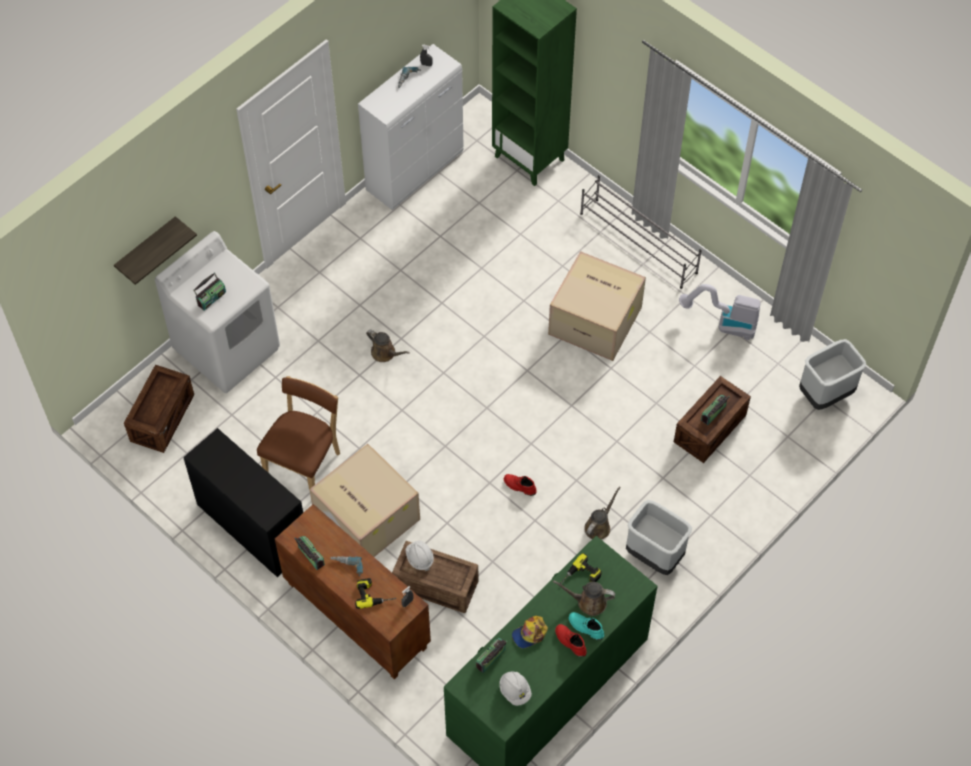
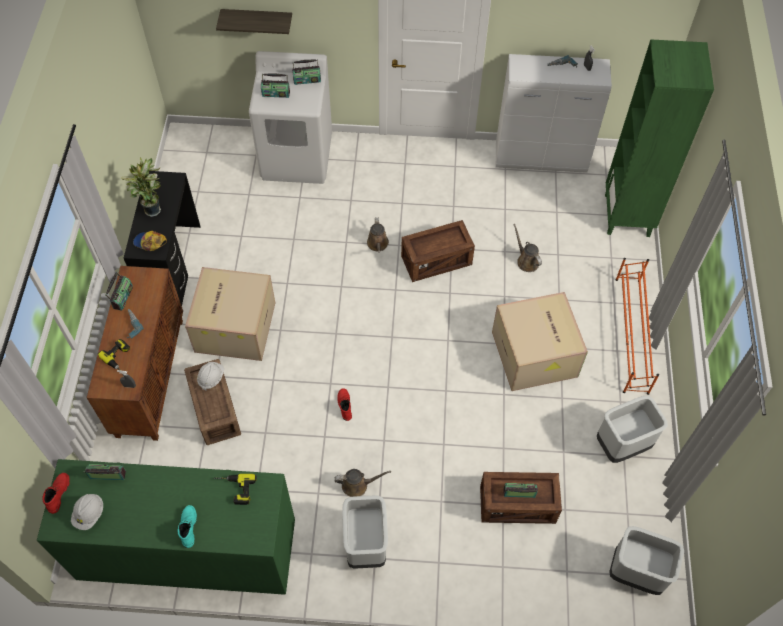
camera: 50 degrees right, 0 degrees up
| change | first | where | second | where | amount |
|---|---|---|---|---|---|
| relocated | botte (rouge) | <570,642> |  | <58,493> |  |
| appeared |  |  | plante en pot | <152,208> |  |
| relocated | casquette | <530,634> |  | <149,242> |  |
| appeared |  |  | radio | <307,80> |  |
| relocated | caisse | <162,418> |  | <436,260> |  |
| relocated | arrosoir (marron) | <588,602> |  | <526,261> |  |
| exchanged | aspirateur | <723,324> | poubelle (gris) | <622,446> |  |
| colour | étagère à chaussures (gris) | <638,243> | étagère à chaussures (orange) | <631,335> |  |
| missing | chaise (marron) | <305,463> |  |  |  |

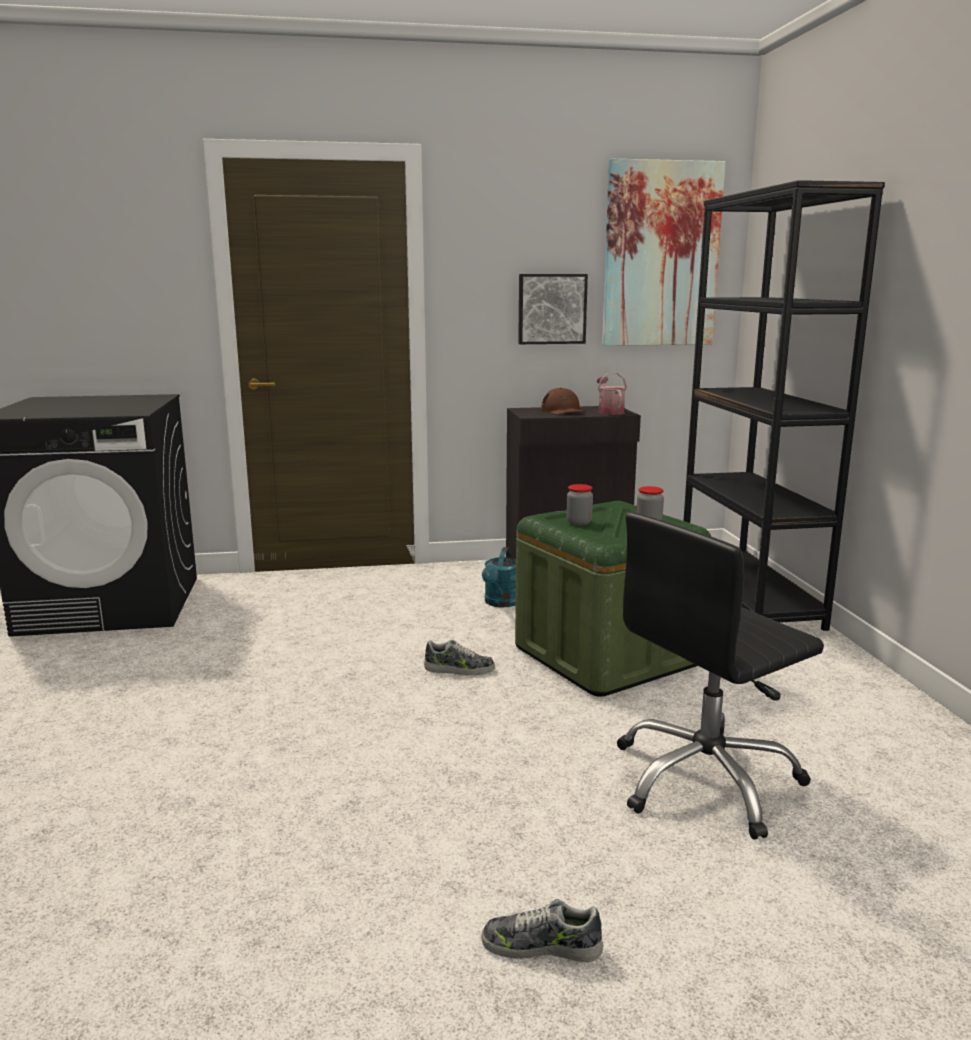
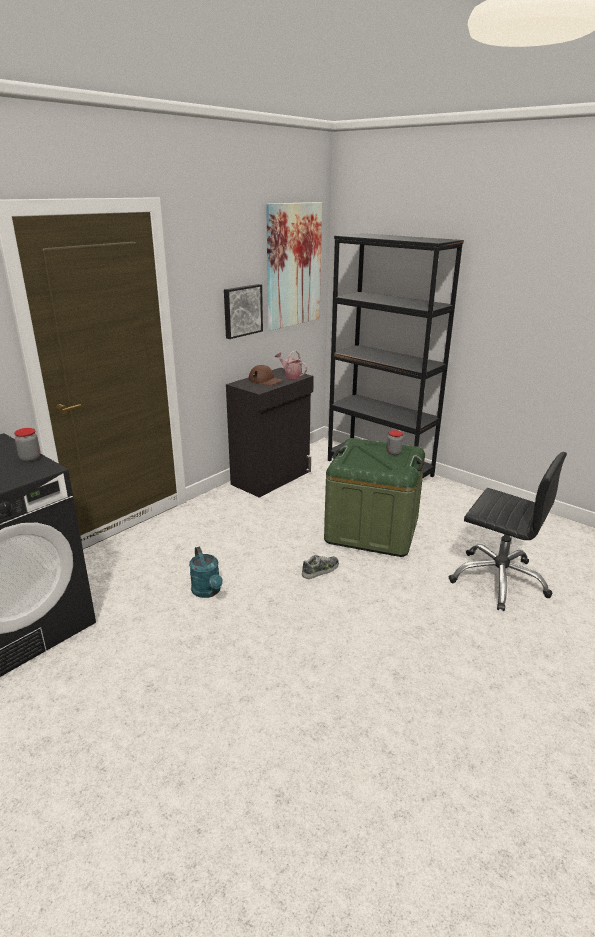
camera: 40 degrees left, 10 degrees up
| change | first | where | second | where | amount |
|---|---|---|---|---|---|
| relocated | bocal | <579,522> |  | <30,458> |  |
| relocated | arrosoir (turquoise) | <501,603> |  | <208,592> |  |
| spun | chaise de bureau (noir) | <706,780> |  | <498,580> | 75 degrees counterclockwise |
| missing | chaussure | <541,946> |  |  |  |

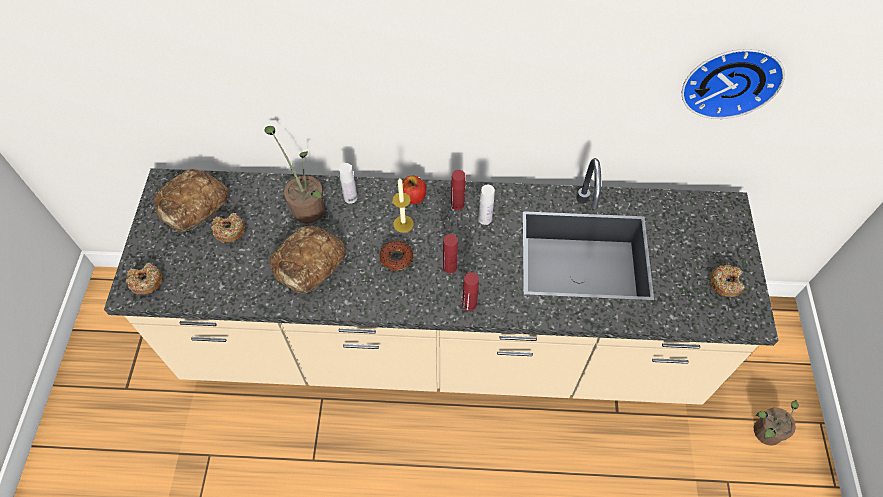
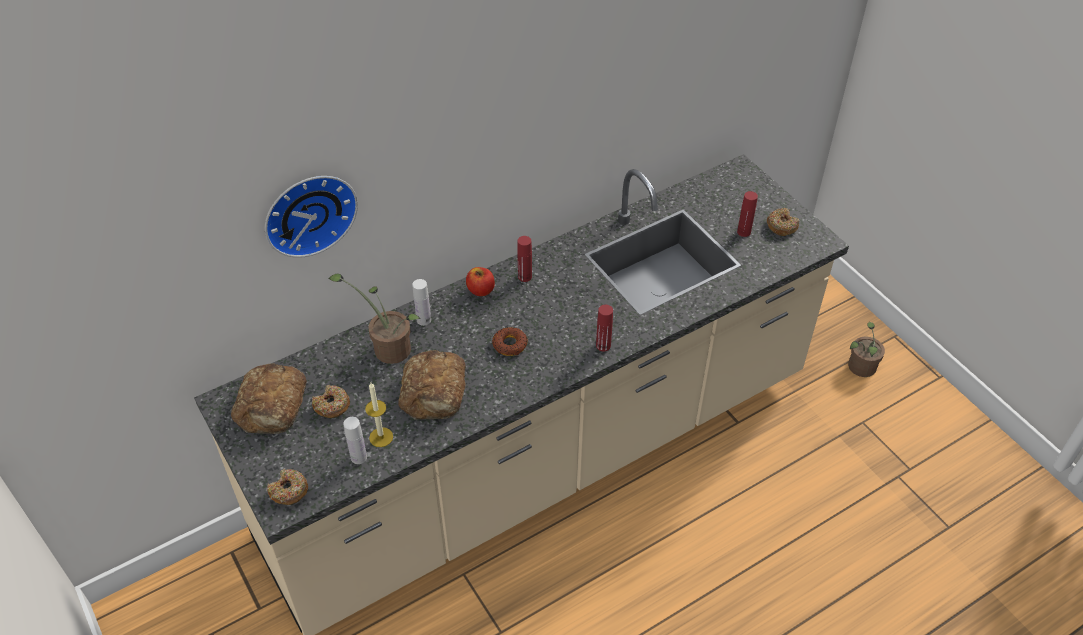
camera: 35 degrees left, 10 degrees down
| change | first | where | second | where | amount |
|---|---|---|---|---|---|
| relocated | horloge murale | <730,79> |  | <308,212> |  |
| relocated | bouteille (blanc) | <485,219> |  | <359,457> |  |
| relocated | bougie | <403,224> |  | <381,437> |  |
| relocated | bouteille (rouge) | <450,267> |  | <744,232> |  |

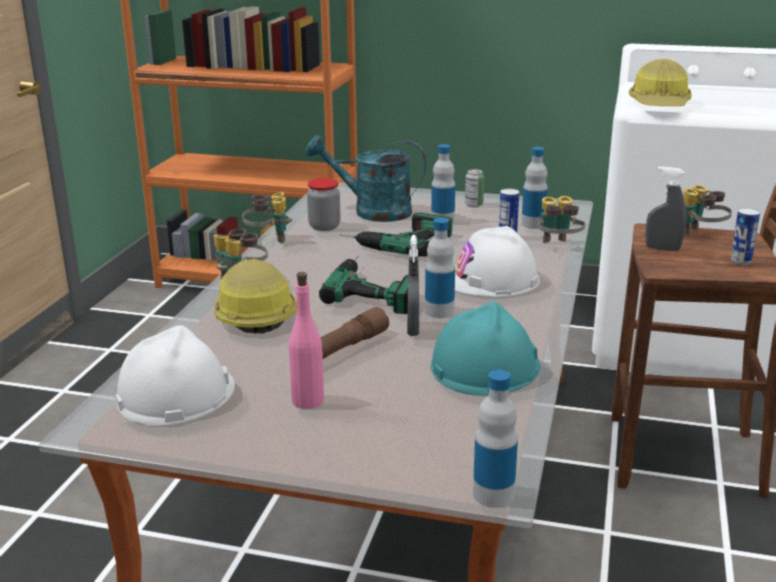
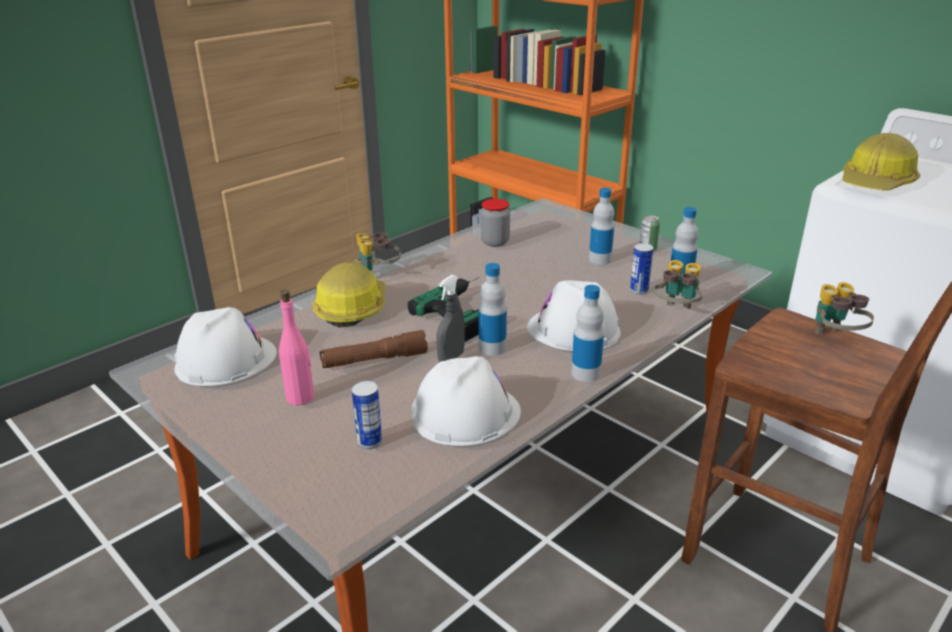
camera: 30 degrees right, 5 degrees up
| change | first | where | second | where | amount |
|---|---|---|---|---|---|
| relocated | boîte métallique | <740,261> |  | <369,442> |  |
| colour | casque de chantier (turquoise) | <484,366> | casque de chantier (blanc) | <465,413> |  |
| relocated | bouteille | <493,494> |  | <585,373> |  |
| missing | jumelles | <268,239> |  |  |  |
| missing | arrosoir (turquoise) | <372,212> |  |  |  |
| missing | perceuse | <395,241> |  |  |  |
| missing | vaporisateur (gris) | <662,249> |  |  |  |

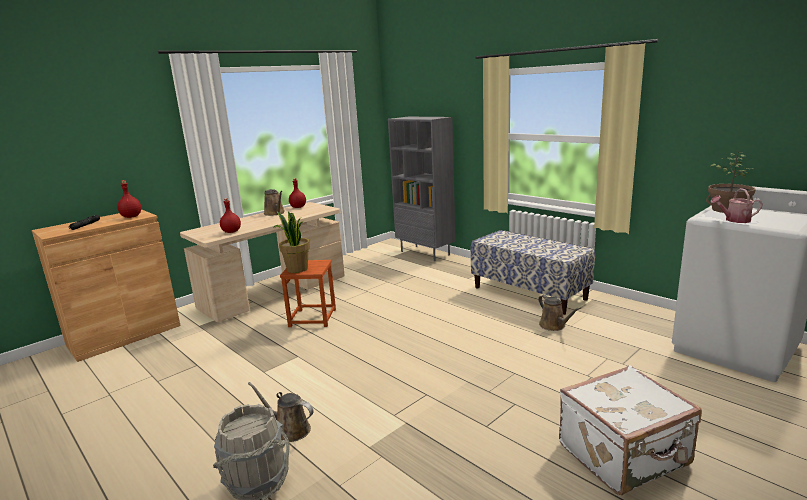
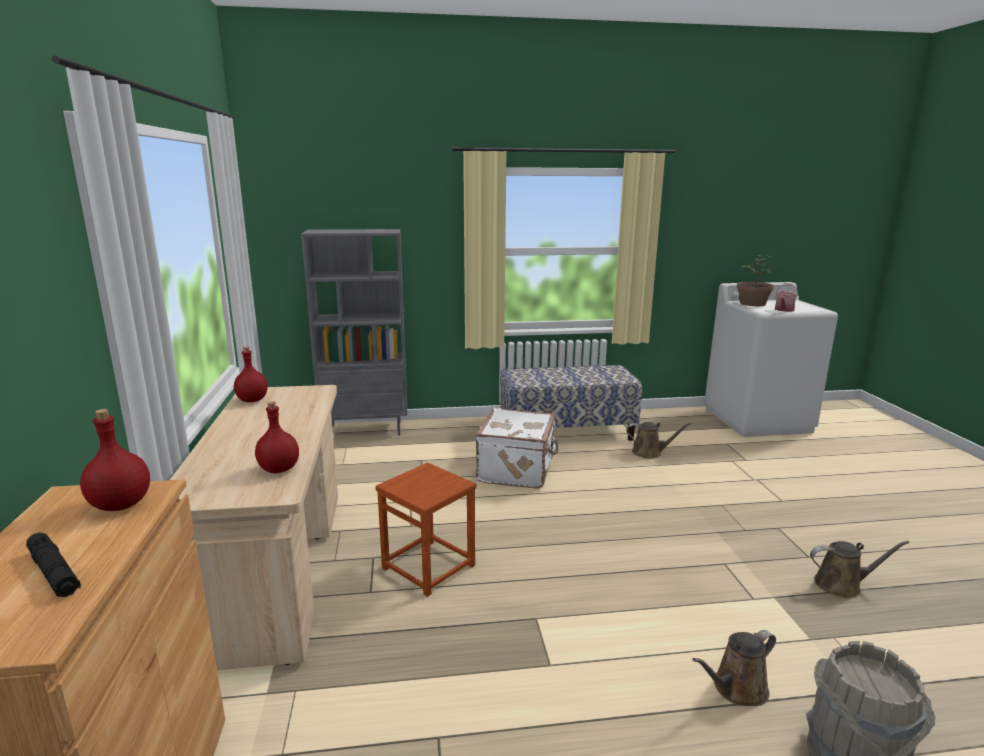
camera: 55 degrees left, 0 degrees up
| change | first | where | second | where | amount |
|---|---|---|---|---|---|
| relocated | valise (blanc) | <625,455> |  | <518,470> |  |
| relocated | arrosoir (marron) | <275,213> |  | <842,585> |  |
| missing | plante en pot | <297,269> |  |  |  |

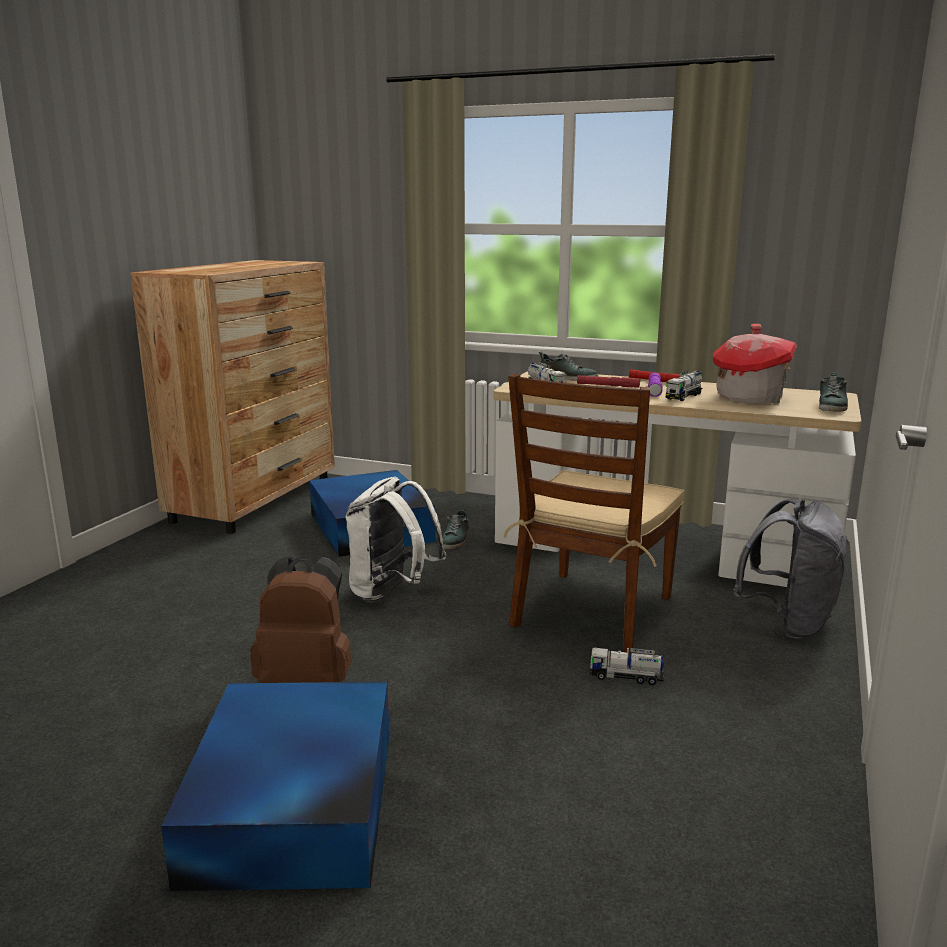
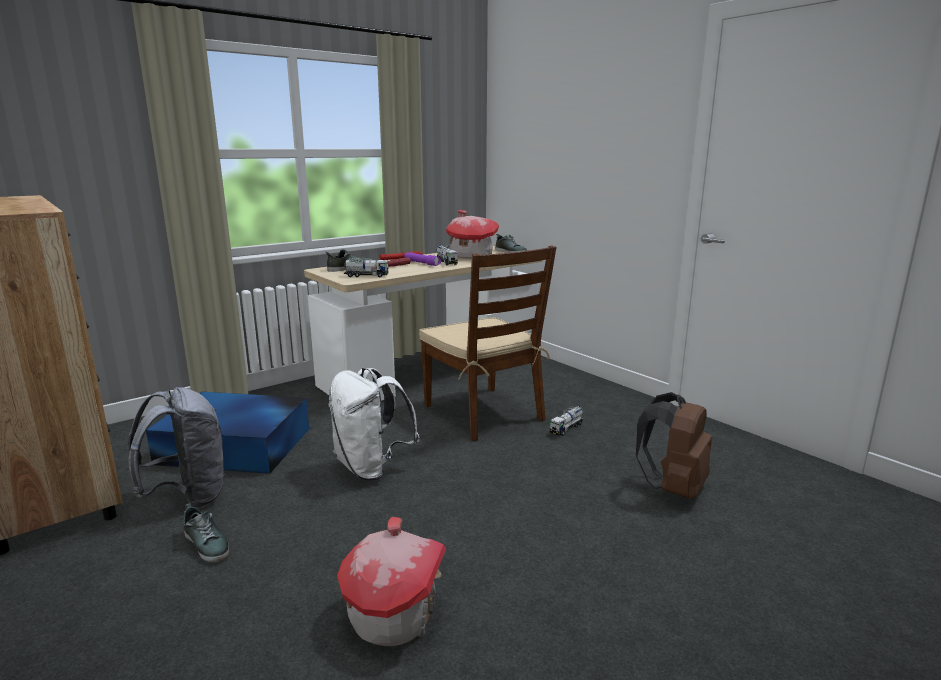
camera: 60 degrees left, 0 degrees up
| change | first | where | second | where | amount |
|---|---|---|---|---|---|
| relocated | sac à dos (gris) | <788,623> |  | <189,496> |  |
| relocated | chaussure | <455,540> |  | <207,544> |  |
| appeared |  |  | maison miniature | <394,615> |  |
| relocated | sac à dos (marron) | <307,681> |  | <673,488> |  |
| missing | boîte de rangement (bleu) | <291,805> |  |  |  |

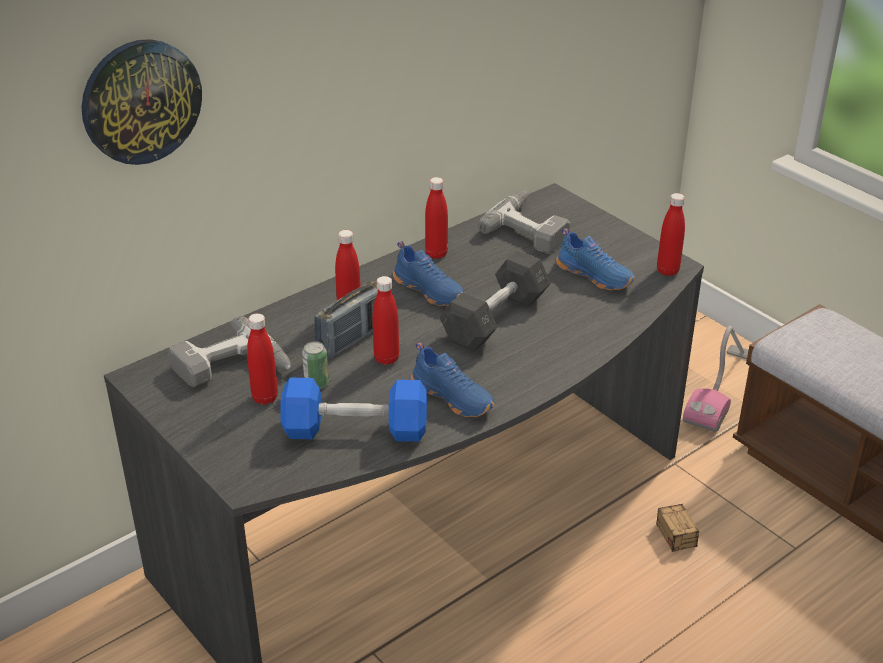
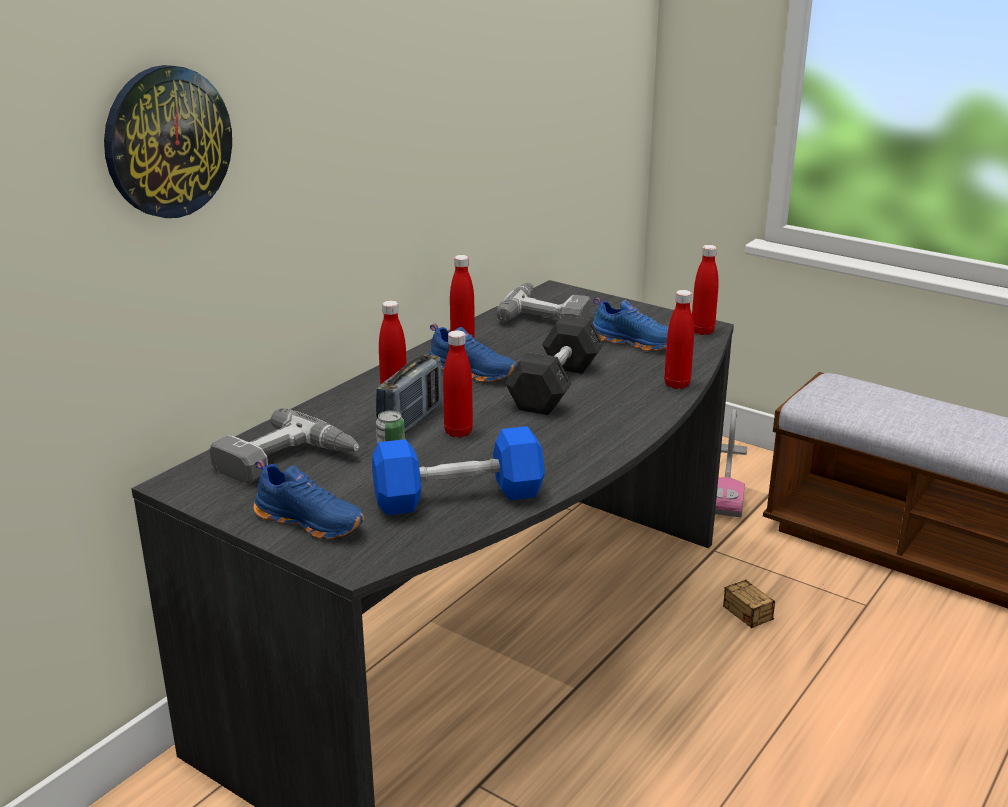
camera: 15 degrees left, 10 degrees down
| change | first | where | second | where | amount |
|---|---|---|---|---|---|
| relocated | chaussure (bleu) | <454,396> |  | <311,521> |  |
| relocated | bouteille (rouge) | <265,398> |  | <677,384> |  |

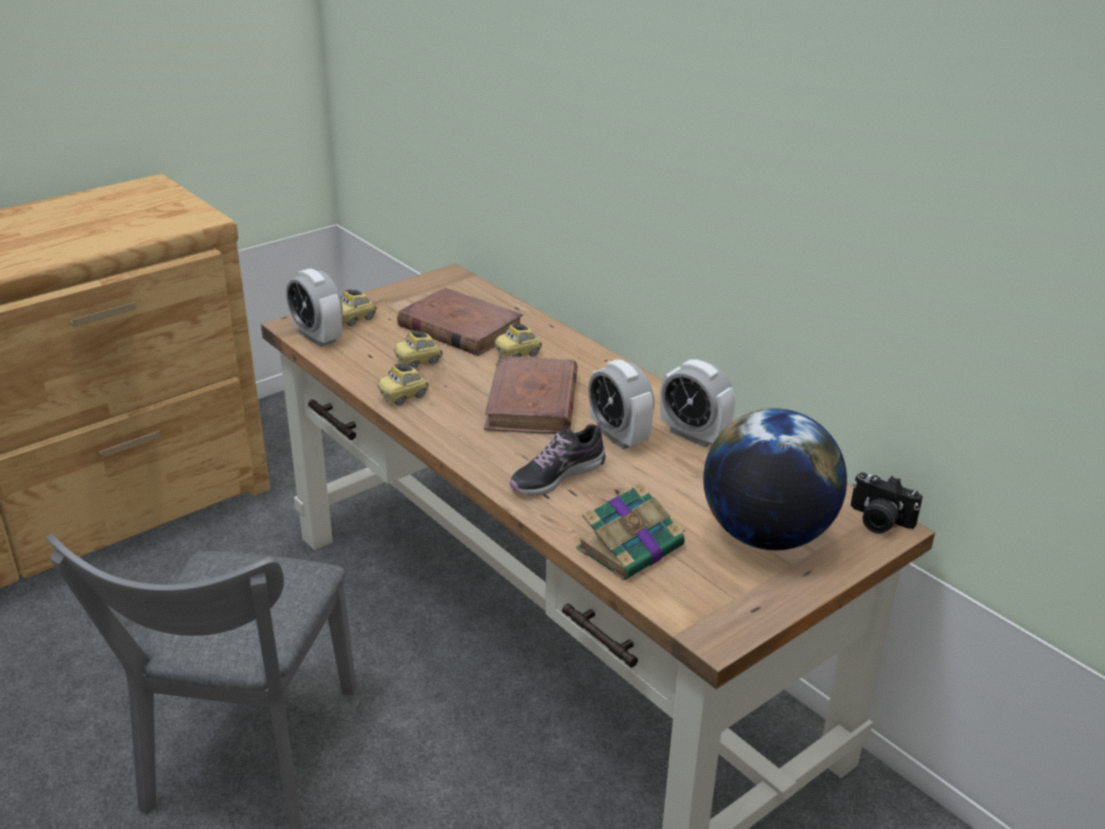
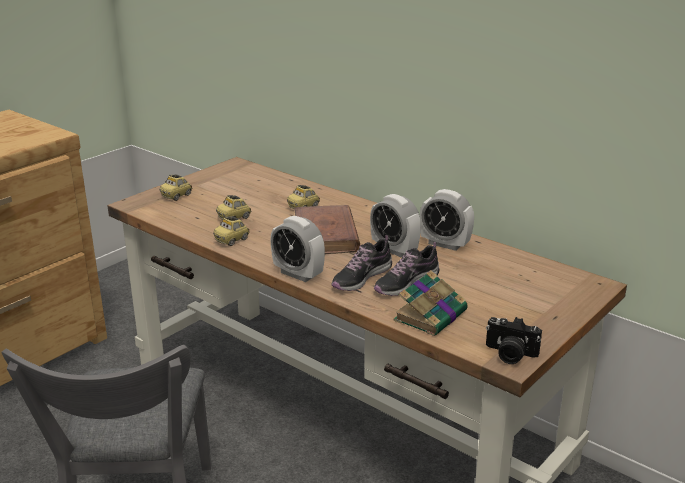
camera: 10 degrees left, 5 degrees down
| change | first | where | second | where | amount |
|---|---|---|---|---|---|
| relocated | réveil | <317,337> |  | <298,274> |  |
| appeared |  |  | chaussure | <406,283> |  |
| relocated | appareil photo | <878,521> |  | <509,354> |  |
| missing | livre (marron) | <459,328> |  |  |  |
| missing | globe | <766,535> |  |  |  |

